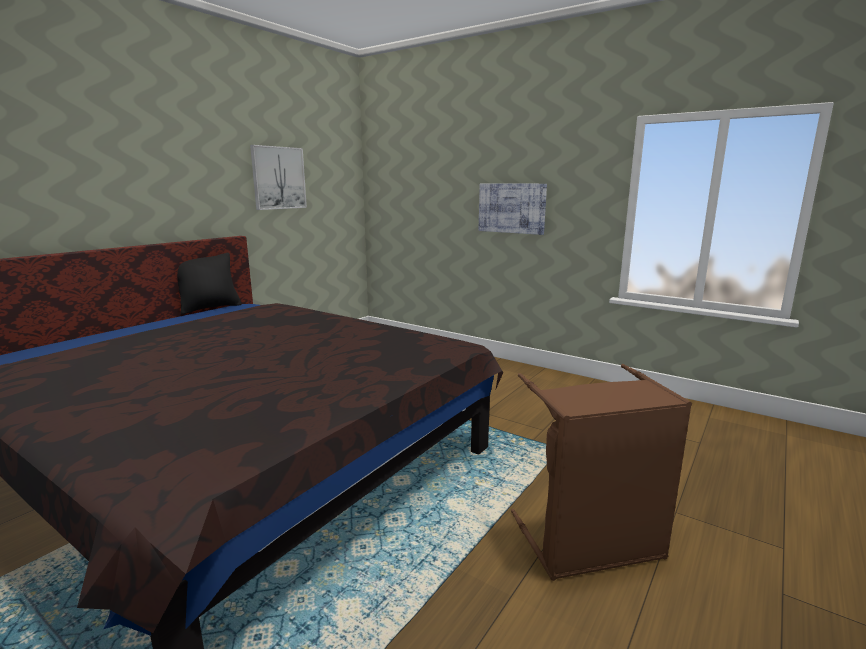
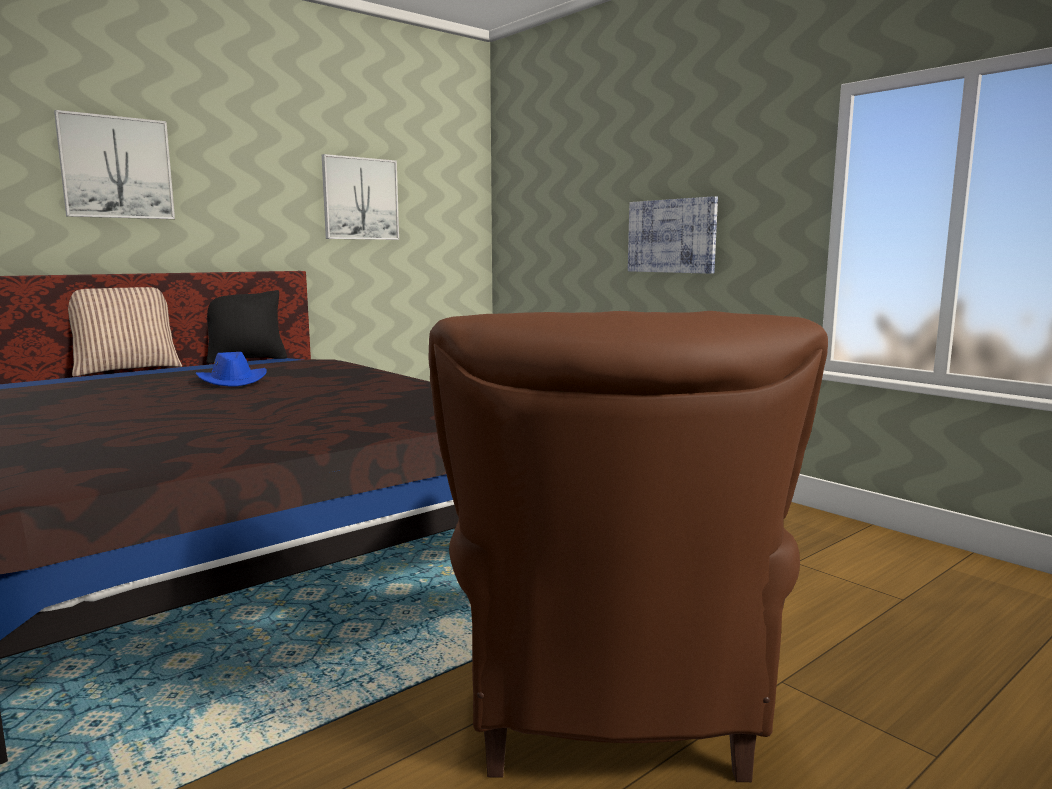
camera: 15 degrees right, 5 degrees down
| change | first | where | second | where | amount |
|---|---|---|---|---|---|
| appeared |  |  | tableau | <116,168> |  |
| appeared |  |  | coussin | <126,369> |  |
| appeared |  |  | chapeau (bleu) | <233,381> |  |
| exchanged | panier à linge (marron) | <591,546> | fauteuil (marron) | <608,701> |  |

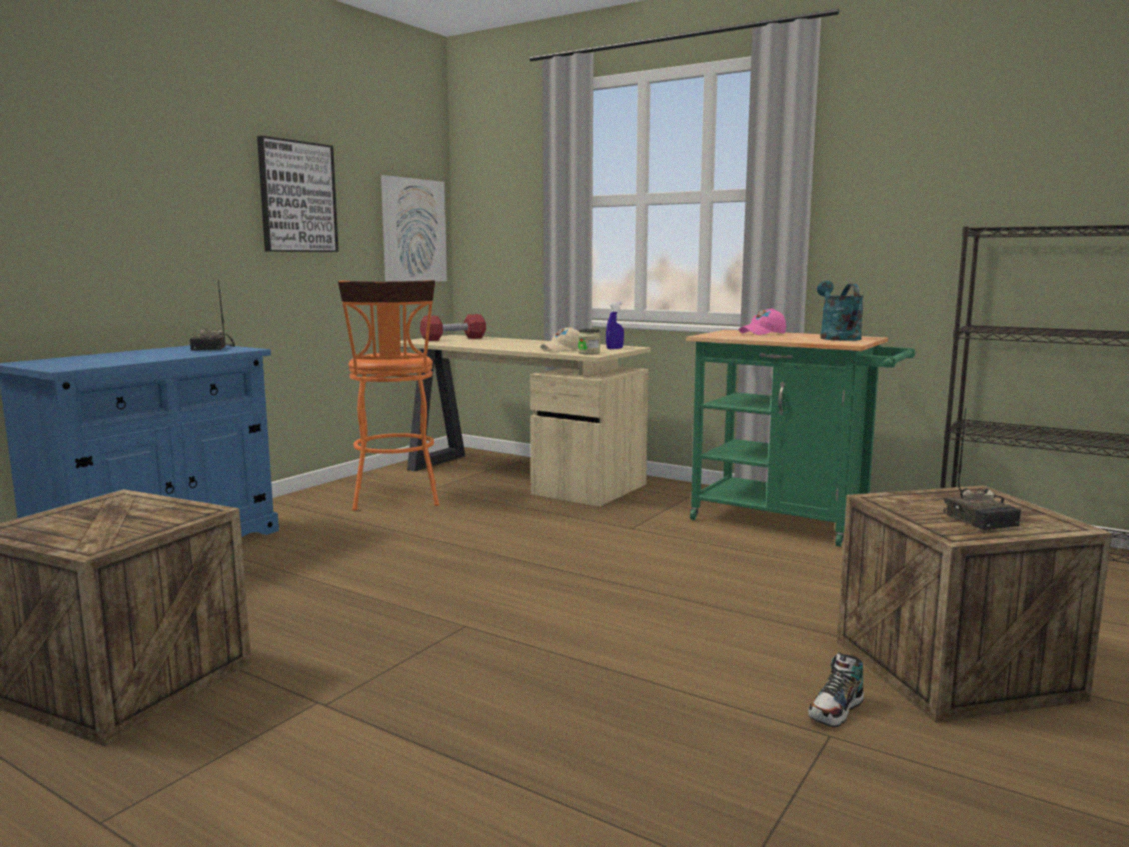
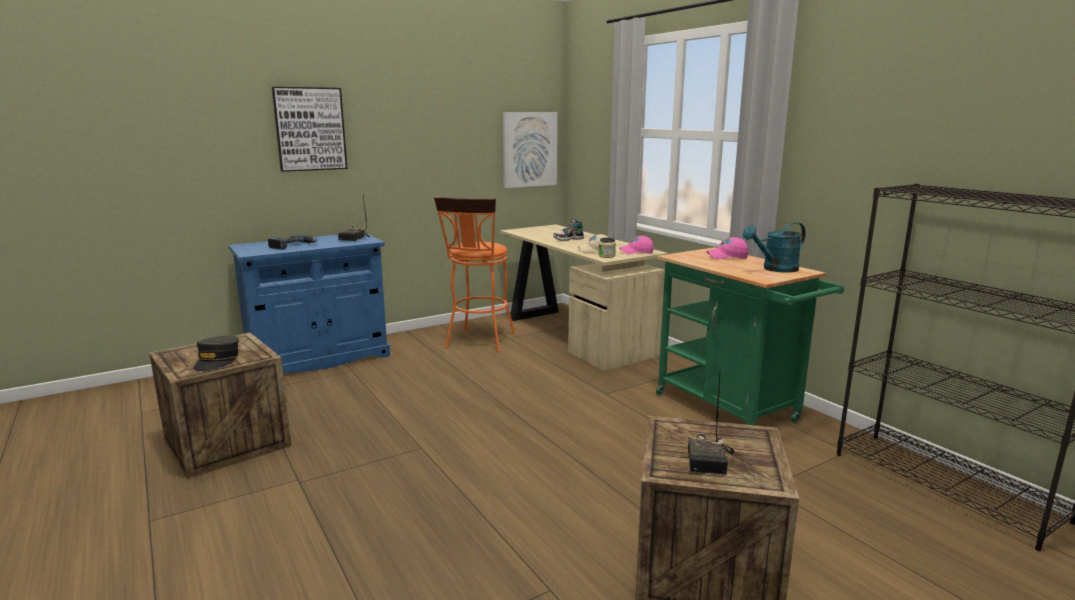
camera: 25 degrees right, 5 degrees up
| change | first | where | second | where | amount |
|---|---|---|---|---|---|
| appeared |  |  | casquette (gris) | <217,361> |  |
| appeared |  |  | perceuse | <293,246> |  |
| relocated | tableau | <297,197> |  | <310,129> |  |
| relocated | chaussure | <836,710> |  | <568,239> |  |
| exchanged | vaporisateur (bleu) | <614,348> | casquette (rose) | <636,252> |  |
| spun | arrosoir (turquoise) | <837,338> |  | <775,269> | 135 degrees counterclockwise |
| missing | haltère (rouge) | <453,339> |  |  |  |

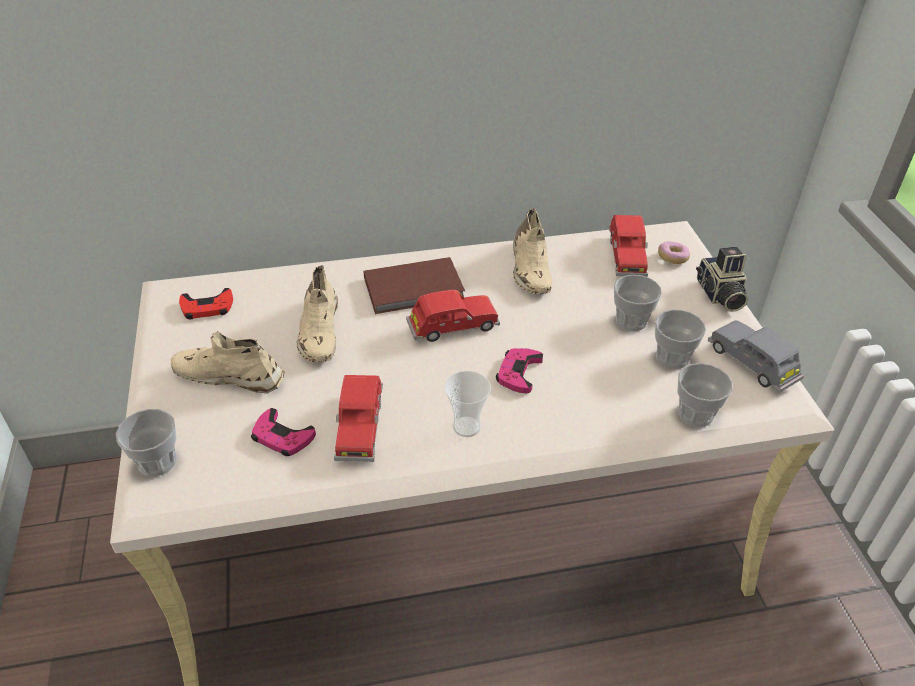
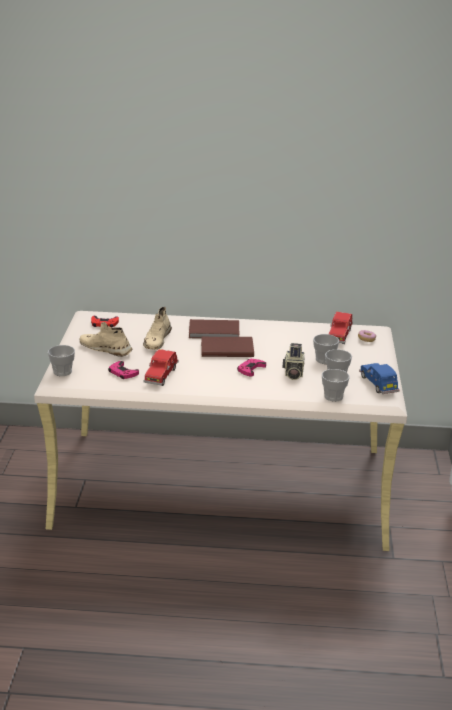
camera: 15 degrees right, 15 degrees down
| change | first | where | second | where | amount |
|---|---|---|---|---|---|
| exchanged | petite voiture (rouge) | <452,328> | livre (marron) | <226,349> |  |
| relocated | appareil photo | <719,295> |  | <293,373> |  |
| colour | petite voiture (gris) | <752,365> | petite voiture (bleu) | <378,385> |  |
| missing | tasse | <466,427> |  |  |  |
| missing | chaussure (beige) | <530,268> |  |  |  |

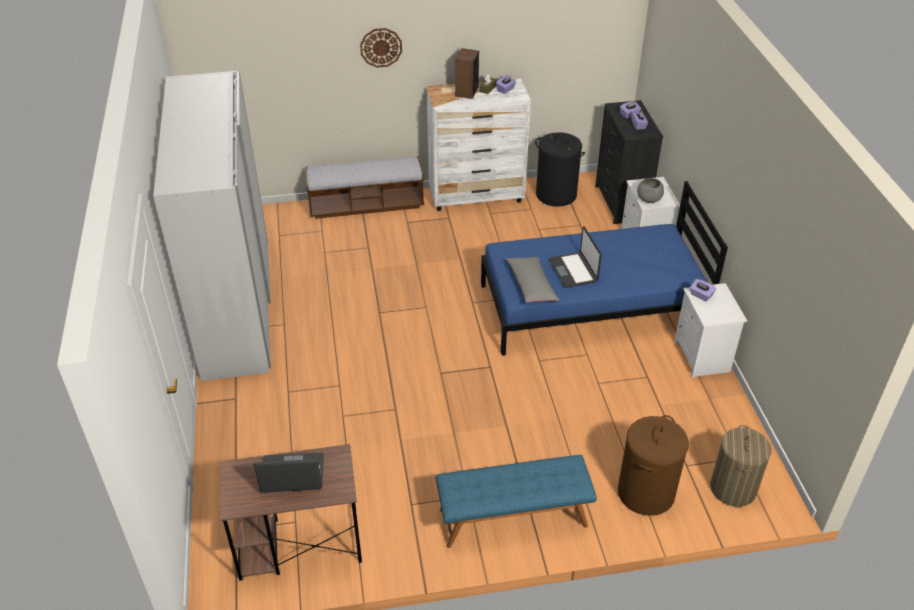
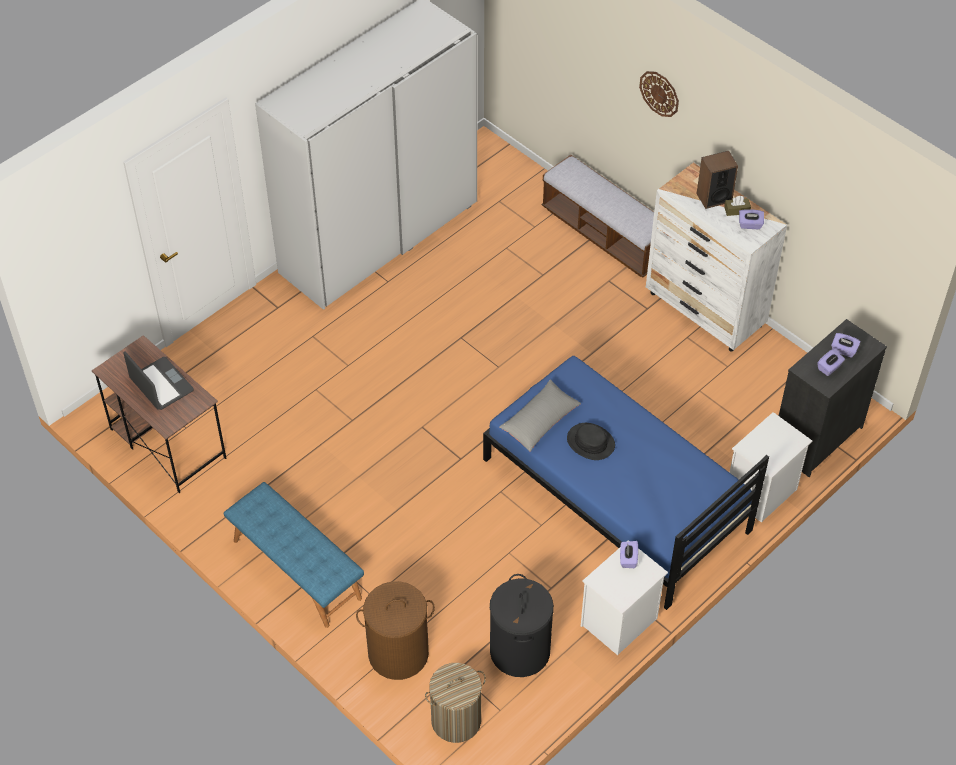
camera: 55 degrees right, 10 degrees up
| change | first | where | second | where | amount |
|---|---|---|---|---|---|
| relocated | panier à linge (noir) | <556,195> |  | <519,650> |  |
| exchanged | ordinateur portable | <574,270> | chapeau (noir) | <590,442> |  |
| missing | bol (gris) | <649,200> |  |  |  |

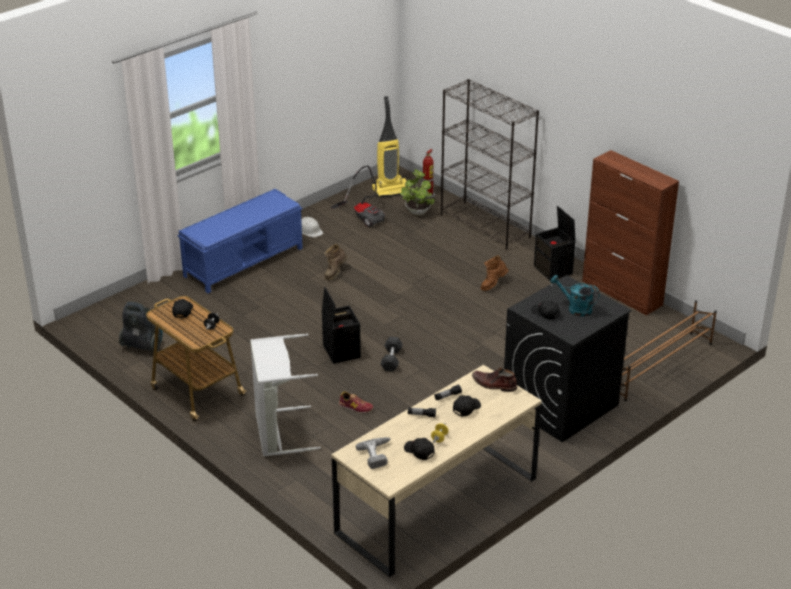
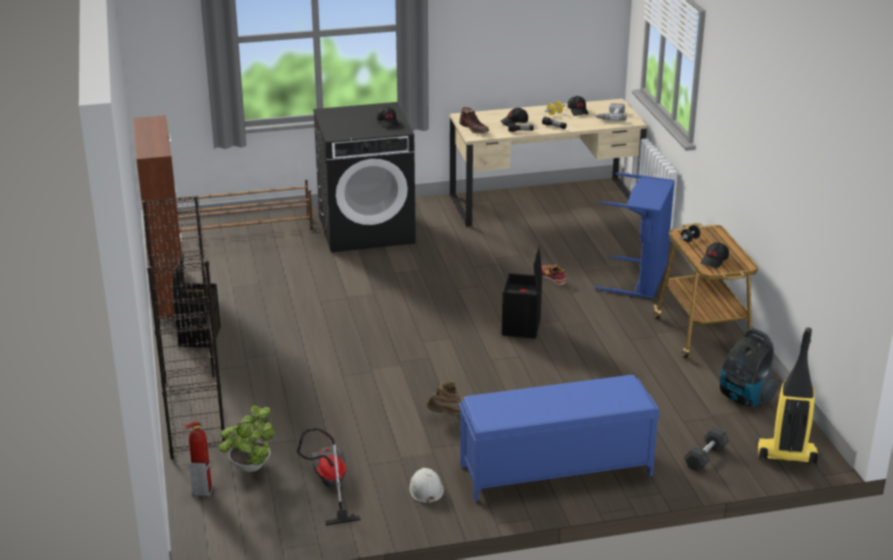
camera: 150 degrees left, 5 degrees down
| change | first | where | second | where | amount |
|---|---|---|---|---|---|
| colour | panier à linge (gris) | <278,432> | panier à linge (bleu) | <640,279> |  |
| relocated | haltère (gris) | <391,360> |  | <705,457> |  |
| relocated | aspirateur | <391,190> |  | <786,455> |  |
| missing | botte (marron) | <493,284> |  |  |  |
| missing | arrosoir (turquoise) | <575,308> |  |  |  |

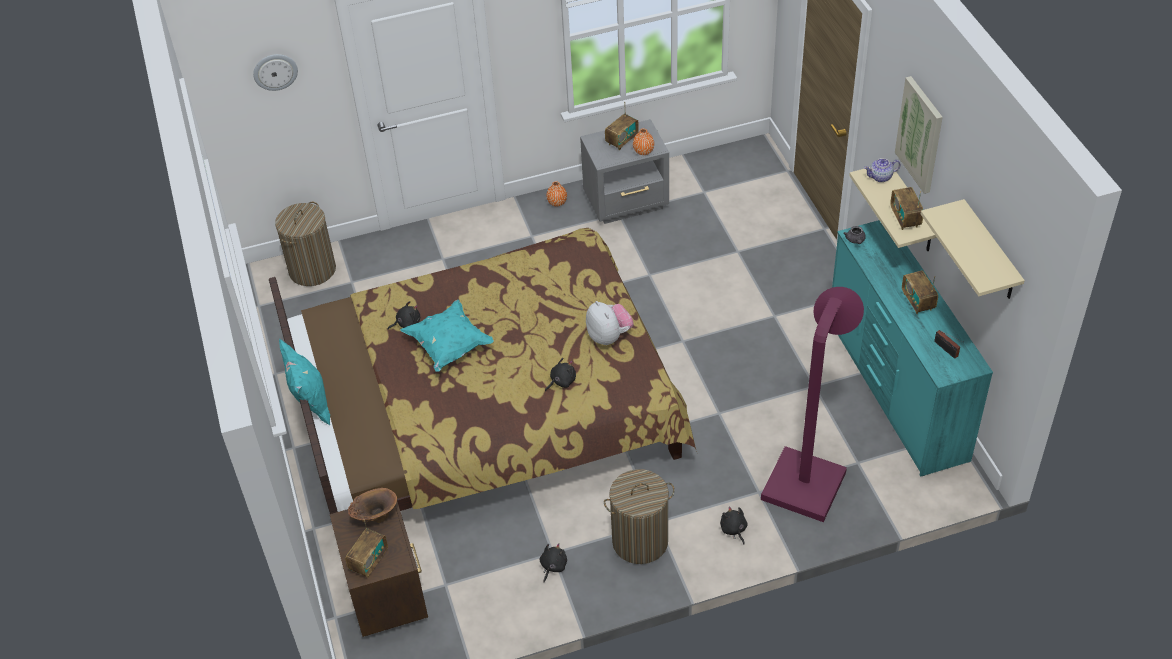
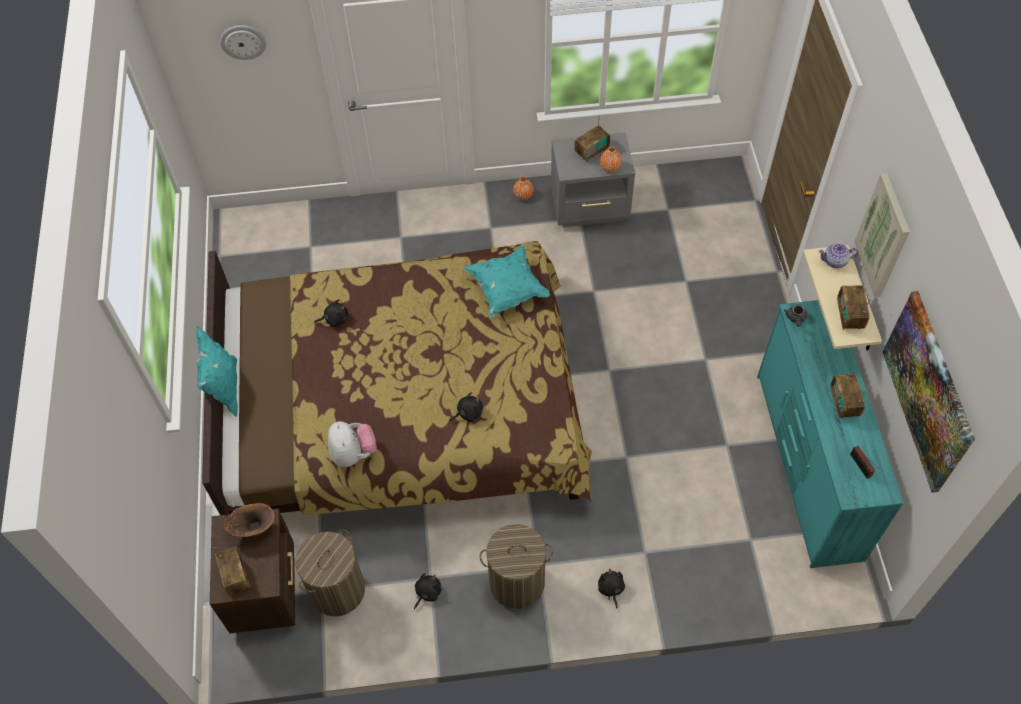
camera: 10 degrees right, 10 degrees up
| change | first | where | second | where | amount |
|---|---|---|---|---|---|
| spun | radio | <369,561> |  | <235,577> | 60 degrees counterclockwise |
| relocated | panier à linge | <312,269> |  | <337,589> |  |
| relocated | peluche | <609,336> |  | <353,453> |  |
| relocated | coussin (turquoise) | <449,346> |  | <507,290> |  |
| exchanged | étagère (beige) | <990,253> | tableau | <928,391> |  |
| missing | lampadaire (violet) | <808,476> |  |  |  |

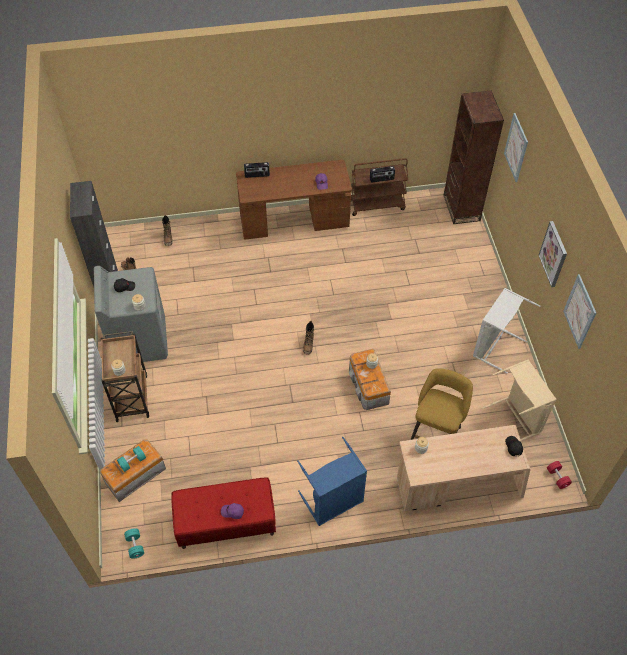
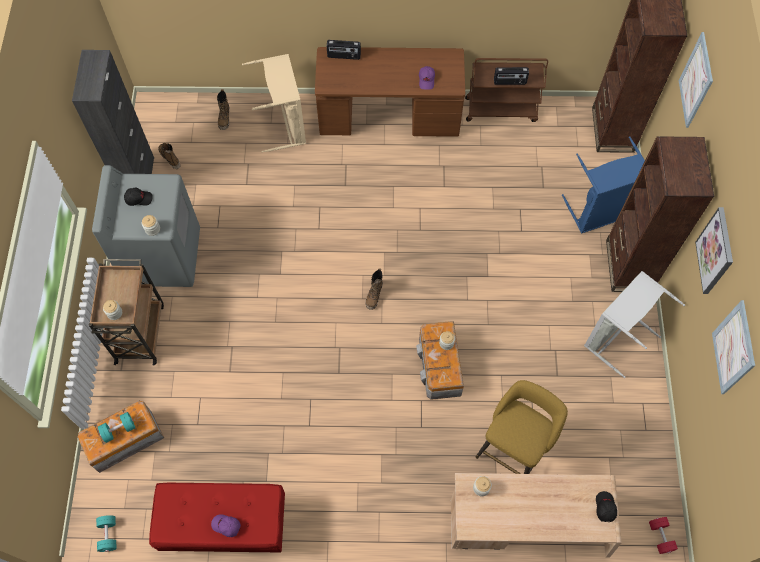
camera: 10 degrees right, 10 degrees up
| change | first | where | second | where | amount |
|---|---|---|---|---|---|
| relocated | panier à linge (beige) | <516,418> |  | <286,125> |  |
| relocated | panier à linge (bleu) | <333,502> |  | <600,212> |  |
| appeared |  |  | bibliothèque (marron) | <628,266> |  |

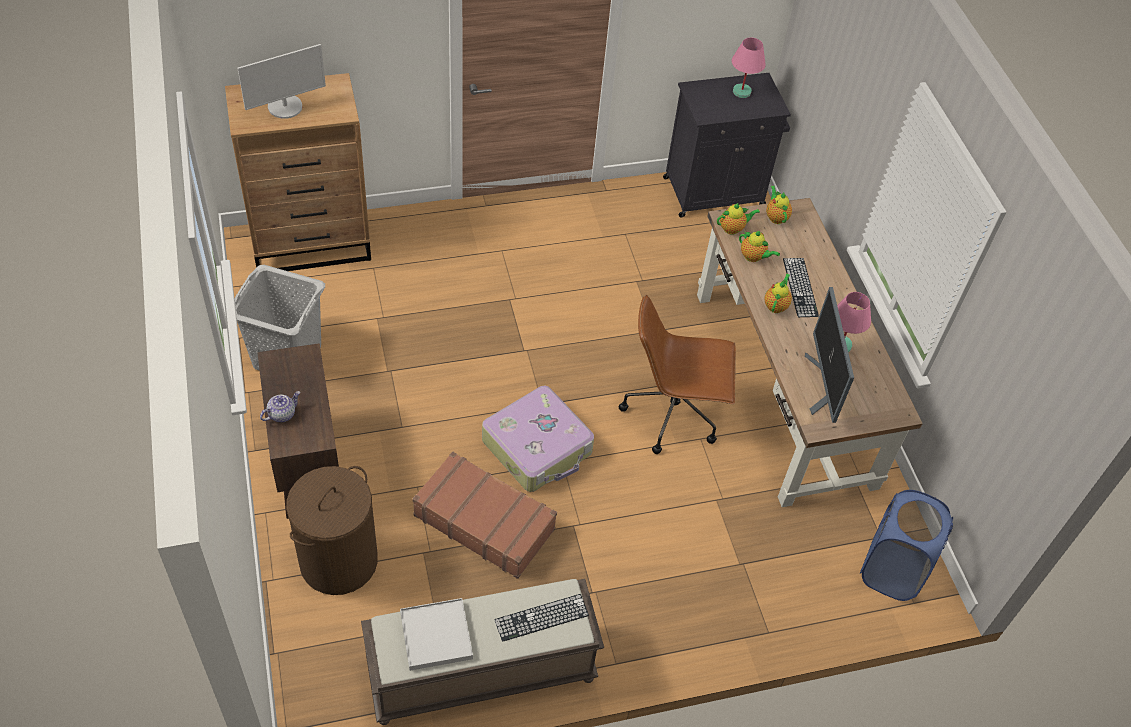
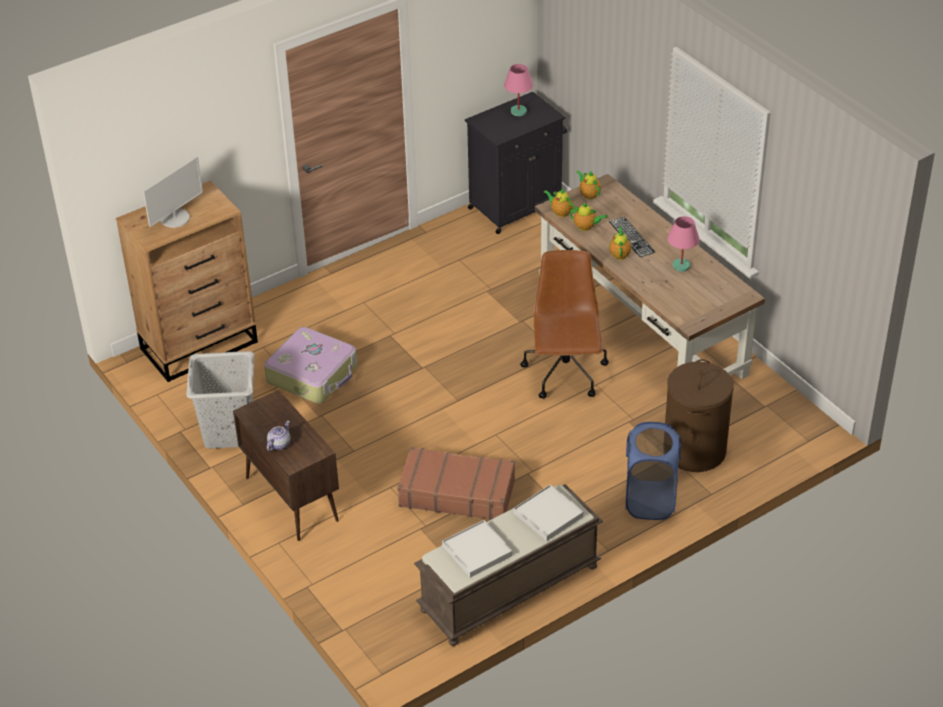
camera: 15 degrees left, 10 degrees down
| change | first | where | second | where | amount |
|---|---|---|---|---|---|
| relocated | valise | <538,447> |  | <313,374> |  |
| exchanged | clavier | <541,617> | plateau (blanc) | <548,515> |  |
| spun | chaise de bureau (marron) | <673,414> |  | <565,374> | 105 degrees clockwise |
| spun | théière | <733,228> |  | <560,212> | 105 degrees counterclockwise |
| relocated | panier à linge (bleu) | <892,570> |  | <650,500> |  |
| relocated | panier à linge (marron) | <338,560> |  | <694,450> |  |
| missing | écran d'ordinateur | <824,386> |  |  |  |

